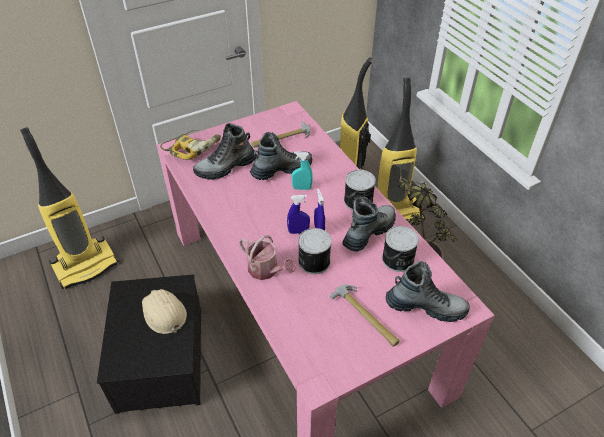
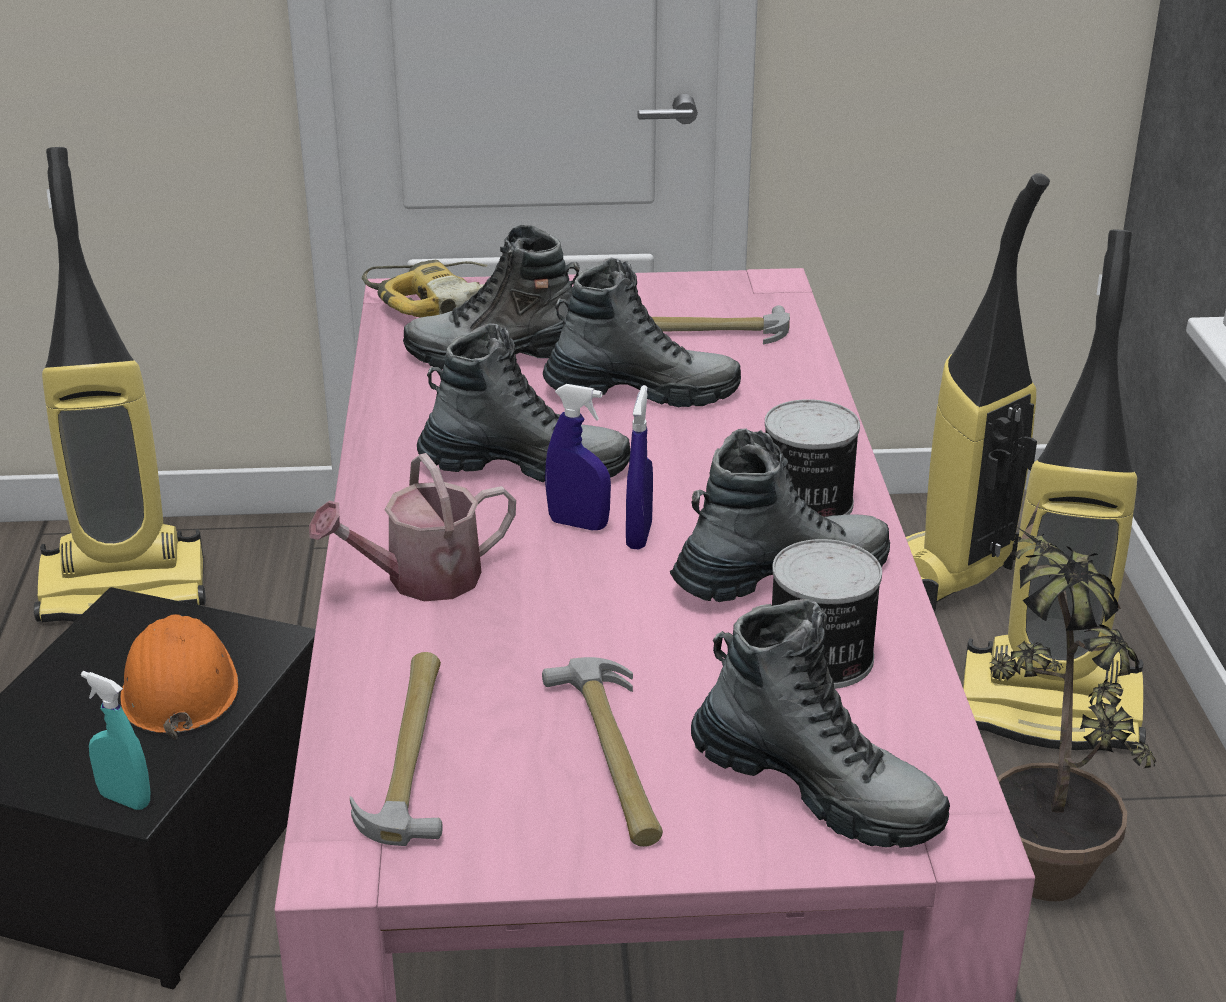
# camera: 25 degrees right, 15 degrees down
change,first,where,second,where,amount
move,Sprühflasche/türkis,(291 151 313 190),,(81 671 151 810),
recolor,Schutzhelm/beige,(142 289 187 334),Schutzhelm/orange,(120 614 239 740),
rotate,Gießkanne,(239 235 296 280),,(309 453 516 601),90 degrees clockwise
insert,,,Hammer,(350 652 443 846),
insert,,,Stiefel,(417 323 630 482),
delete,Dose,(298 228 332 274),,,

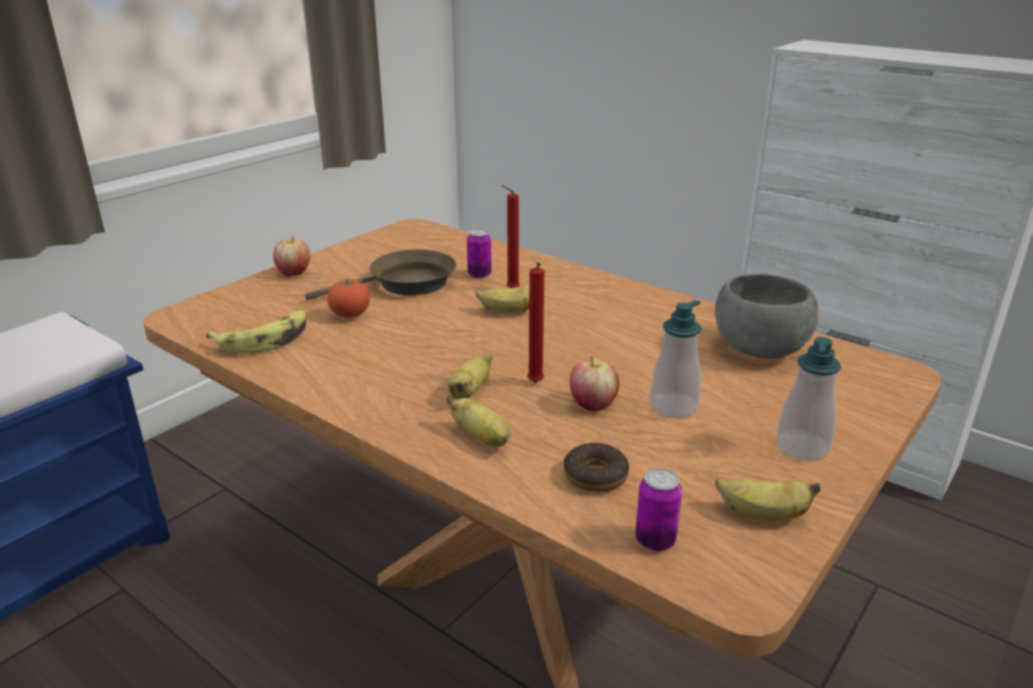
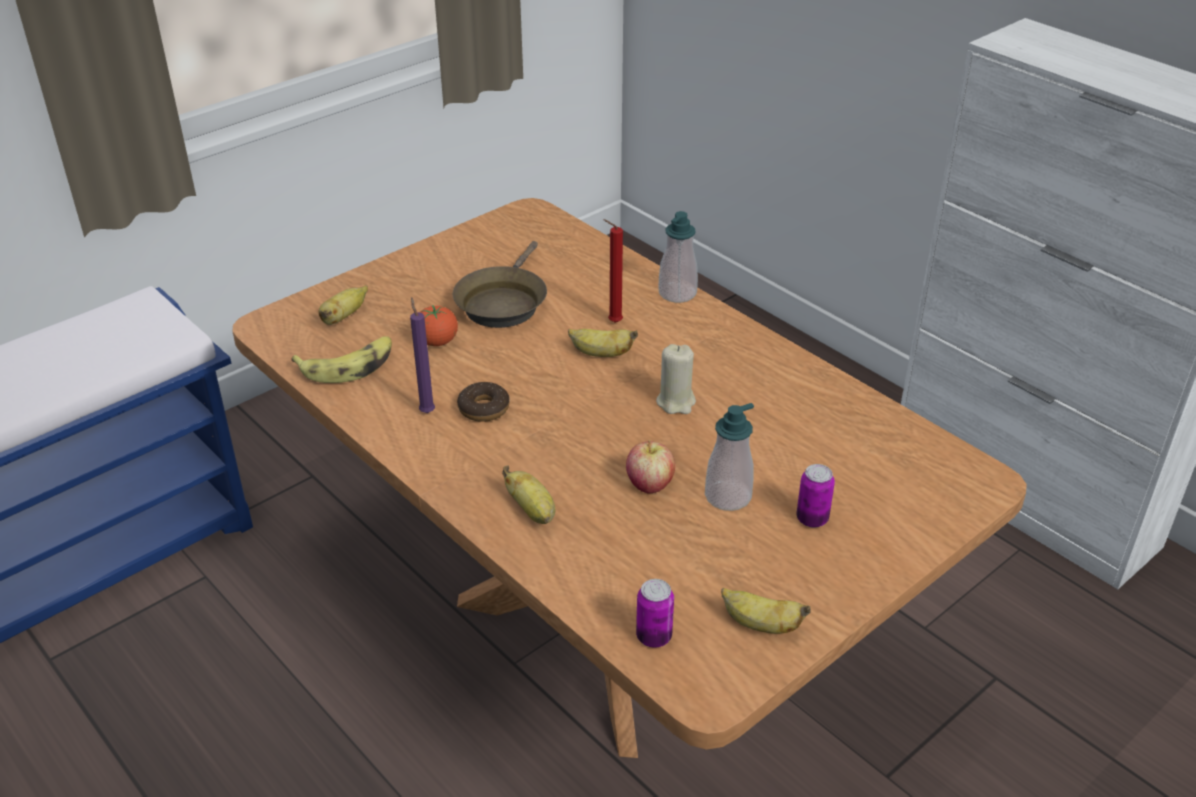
# camera: 10 degrees right, 10 degrees up
change,first,where,second,where,amount
move,Banane,(448 354 492 399),,(319 285 368 325),
insert,,,Kerze/lila,(410 297 435 413),
rotate,Pfanne/braun,(305 249 456 300),,(453 241 547 328),120 degrees clockwise
move,Donut,(563 443 629 492),,(457 382 510 422),
insert,,,Kerze/beige,(656 344 696 414),
move,Seifenspender,(776 337 841 461),,(658 211 698 303),
move,Dose,(467 229 491 278),,(796 464 835 528),
delete,Apfel,(273 236 310 276),,,
delete,Kerze/rot,(527 262 544 383),,,
delete,Schüssel/grau,(715 274 819 359),,,

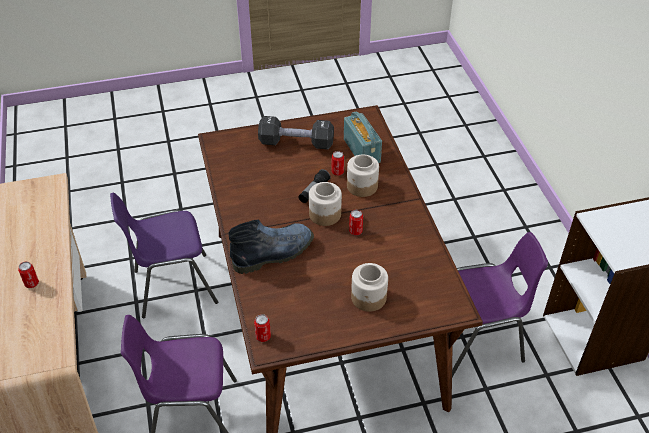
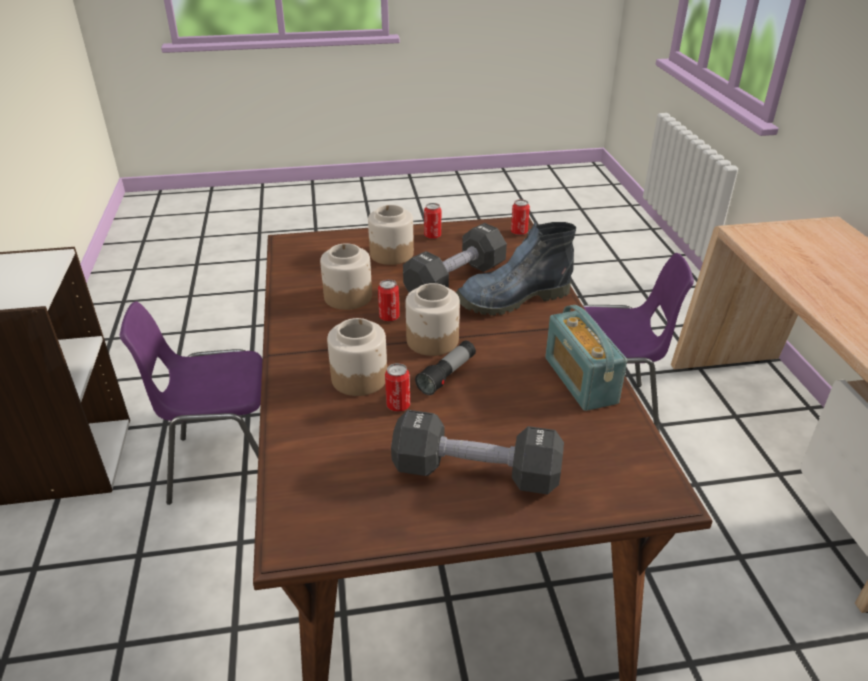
# camera: 175 degrees left, 10 degrees down
change,first,where,second,where,amount
insert,,,Vorratsglas,(320 243 372 310),
insert,,,Hantel/schwarz,(403 223 507 293),
move,Dose,(18 261 39 288),,(424 203 441 239),
move,Radio,(344 112 382 163),,(545 305 627 411),
delete,Stuhl/lila,(110 193 218 318),,,

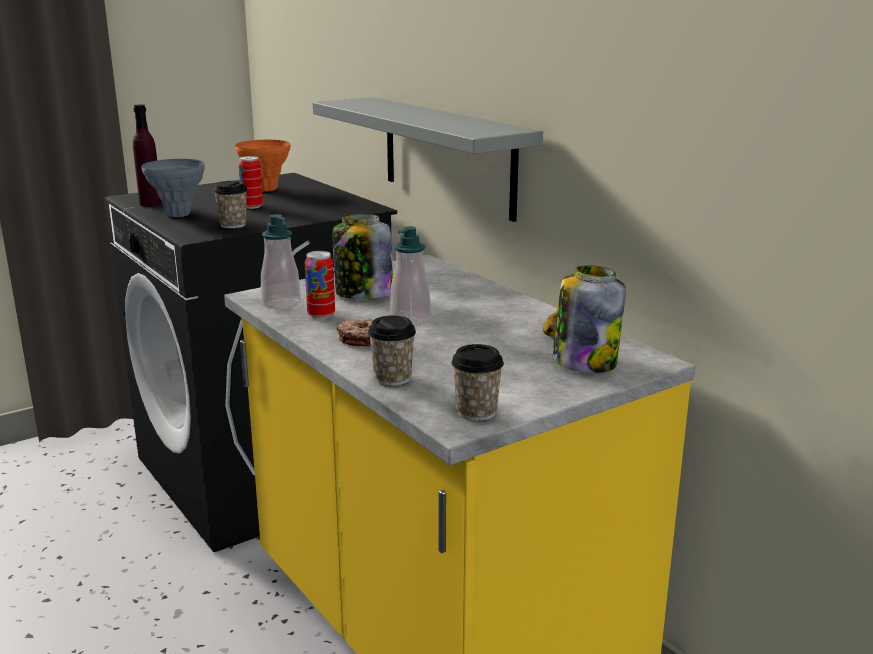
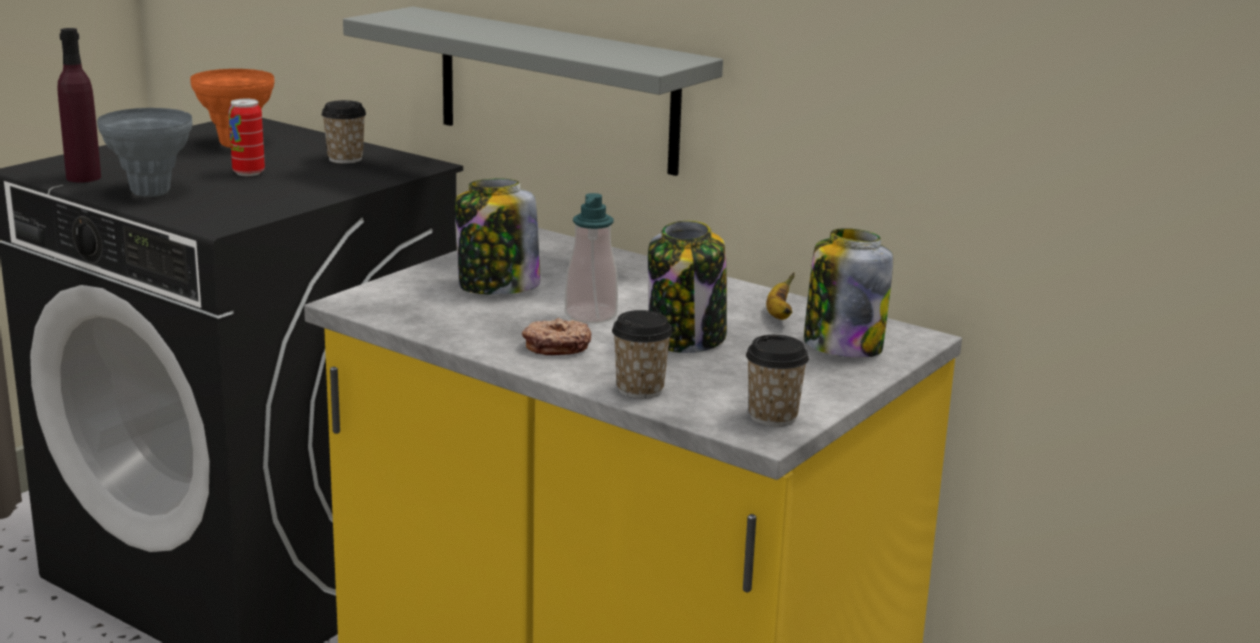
# camera: 20 degrees left, 0 degrees up
change,first,where,second,where,amount
move,Tasse,(213 181 248 229),,(321 100 366 164),
insert,,,Vorratsglas,(648 220 727 353),
delete,Seifenspender,(261 214 301 309),,,
delete,Dose,(305 251 335 319),,,

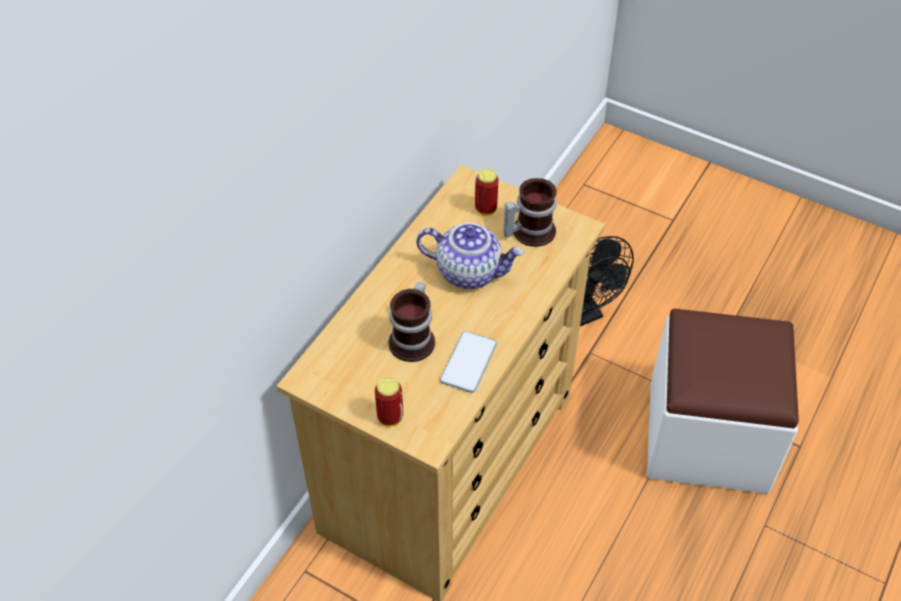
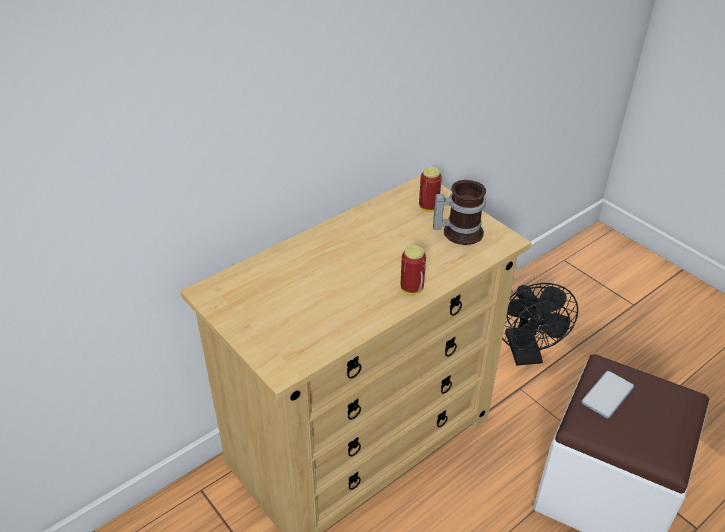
# camera: 20 degrees right, 10 degrees down
change,first,where,second,where,amount
move,Dose,(375 377 403 427),,(401 245 426 295),
move,Handy,(440 331 497 393),,(581 371 634 418),
delete,Henkelbecher,(389 282 435 362),,,
delete,Teekanne,(416 222 524 289),,,

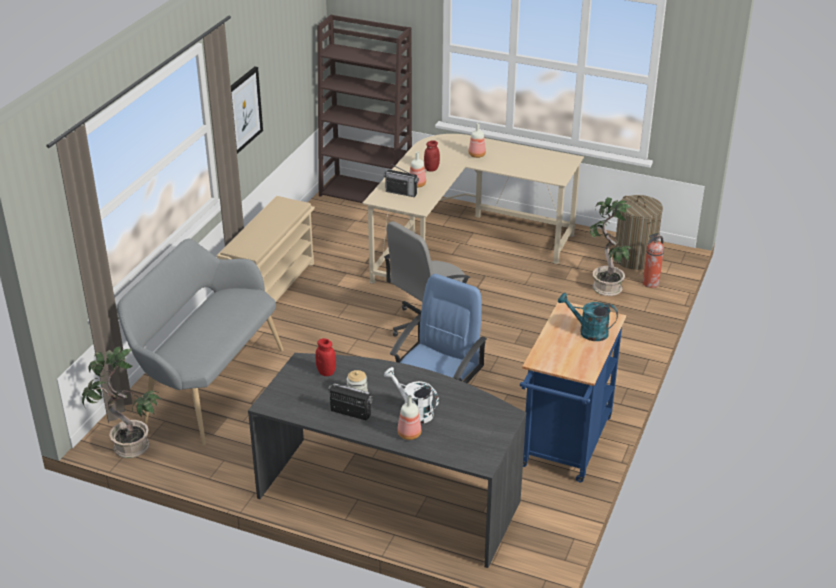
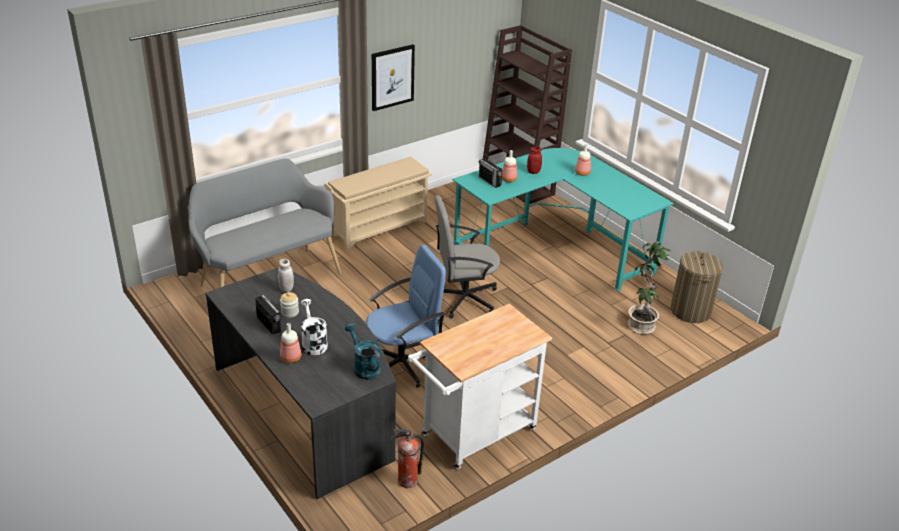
# camera: 30 degrees right, 0 degrees up
change,first,where,second,where,amount
recolor,Vorratsglas/rot,(315 338 336 376),Vorratsglas/weiß,(278 259 294 292),
move,Gießkanne/türkis,(558 293 618 341),,(345 323 381 380),
move,Feuerlöscher,(643 233 664 288),,(390 429 424 488),
recolor,Rollwagen/blau,(520 302 626 483),Rollwagen/weiß,(408 304 552 469),
recolor,Schreibtisch/beige,(362 134 584 284),Schreibtisch/türkis,(452 148 674 291),
delete,Topfpflanze,(82 346 163 458),,,

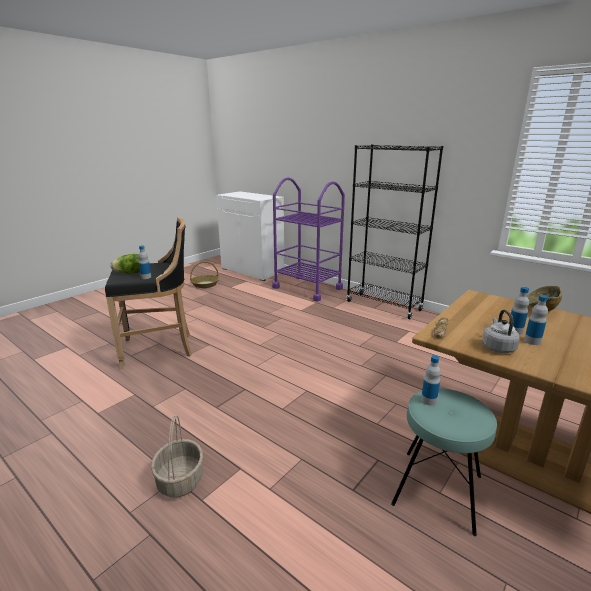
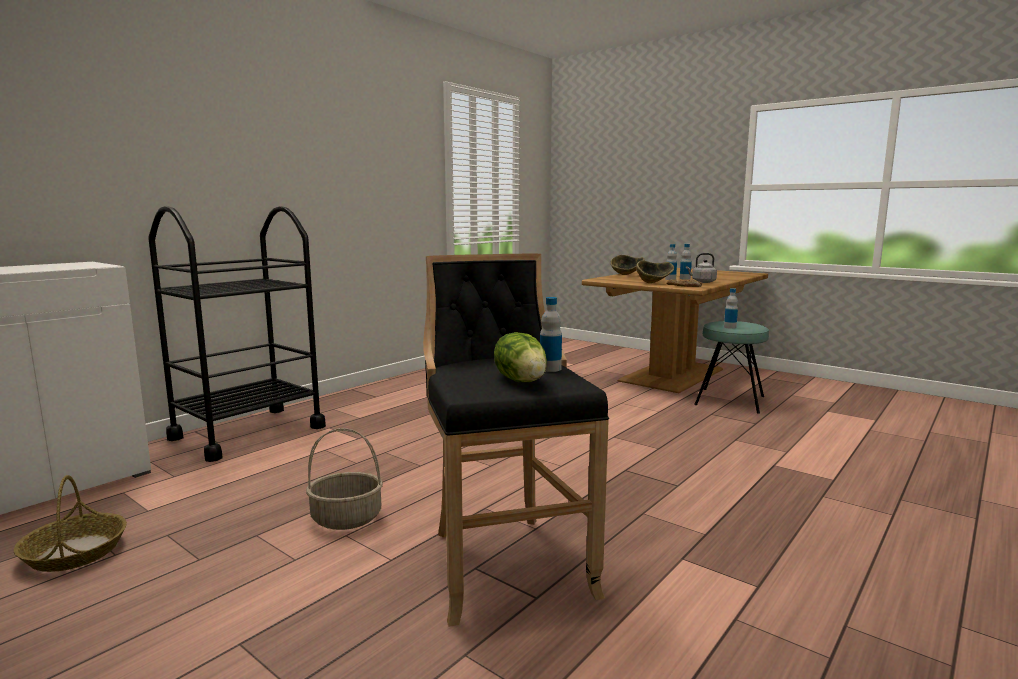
# camera: 90 degrees left, 10 degrees down
change,first,where,second,where,amount
recolor,Rollwagen/lila,(272 177 345 302),Rollwagen/schwarz,(148 206 326 462),
move,Korb,(151 416 203 498),,(306 428 383 530),
insert,,,Schüssel,(636 260 674 283),
delete,Bücherregal/schwarz,(347 144 443 319),,,

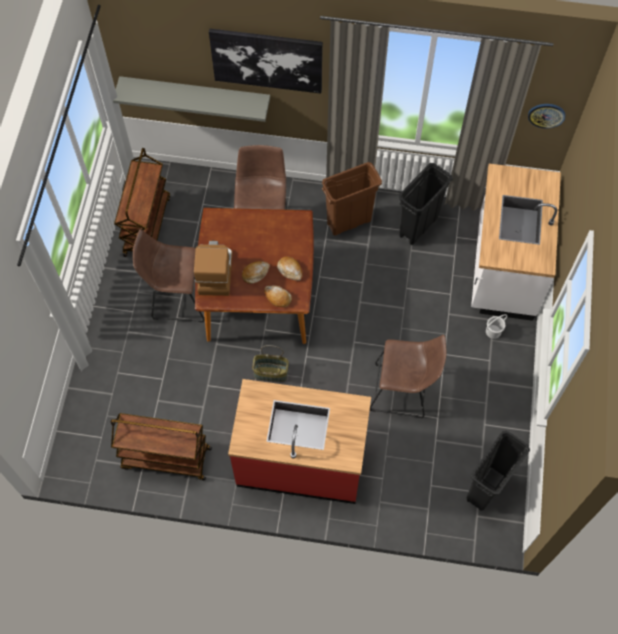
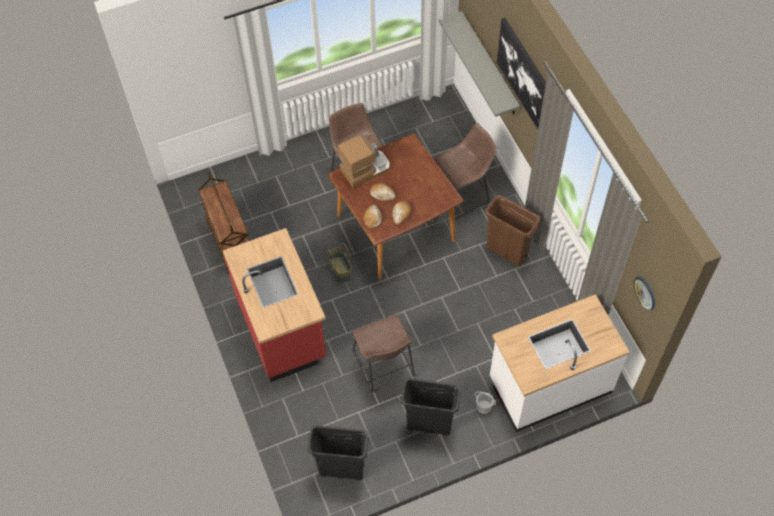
# camera: 60 degrees right, 5 degrees down
change,first,where,second,where,amount
move,Mülleimer/schwarz,(399 163 453 245),,(400 378 461 436),
delete,Rollwagen/braun,(114 148 170 257),,,

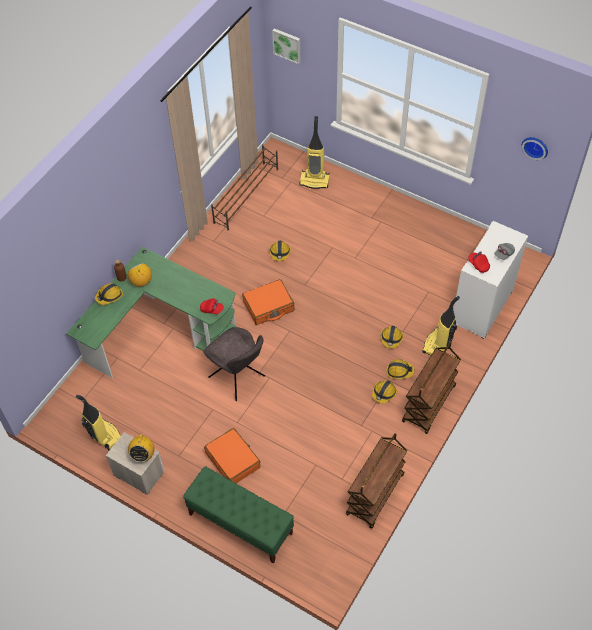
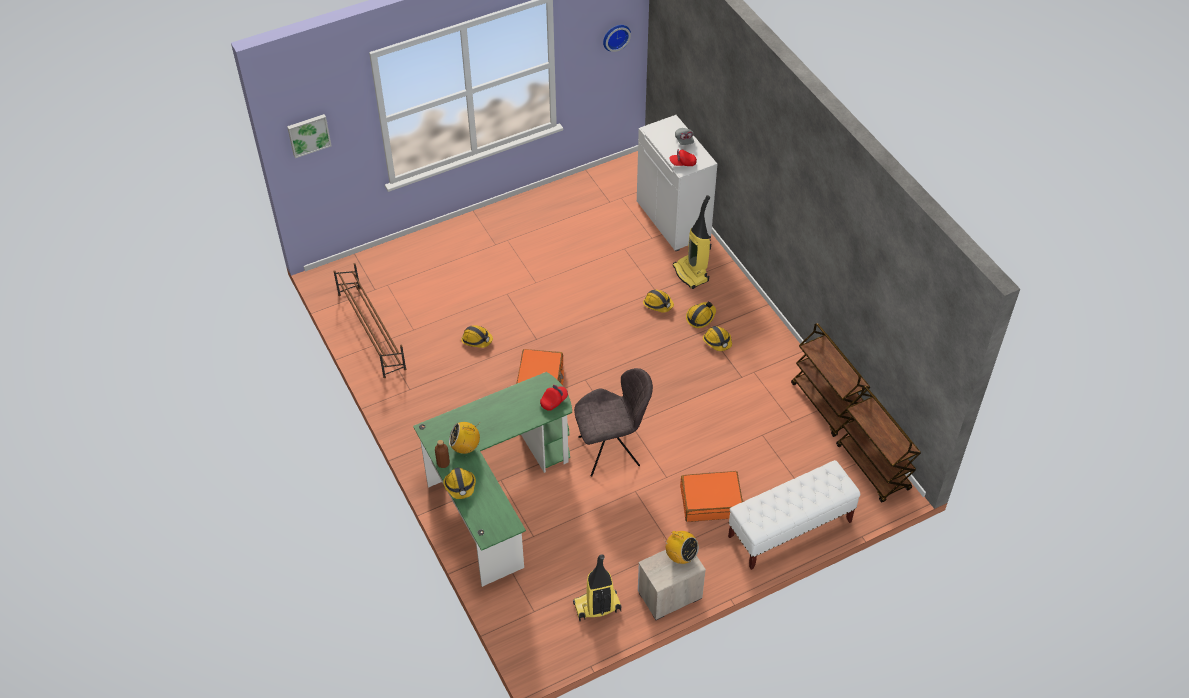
# camera: 60 degrees left, 5 degrees down
change,first,where,second,where,amount
recolor,Bank/grün,(183 466 294 564),Bank/weiß,(728 460 860 570),
move,Rollwagen/braun,(402 342 461 434),,(836 386 921 503),
delete,Staubsauger,(299 116 330 189),,,

